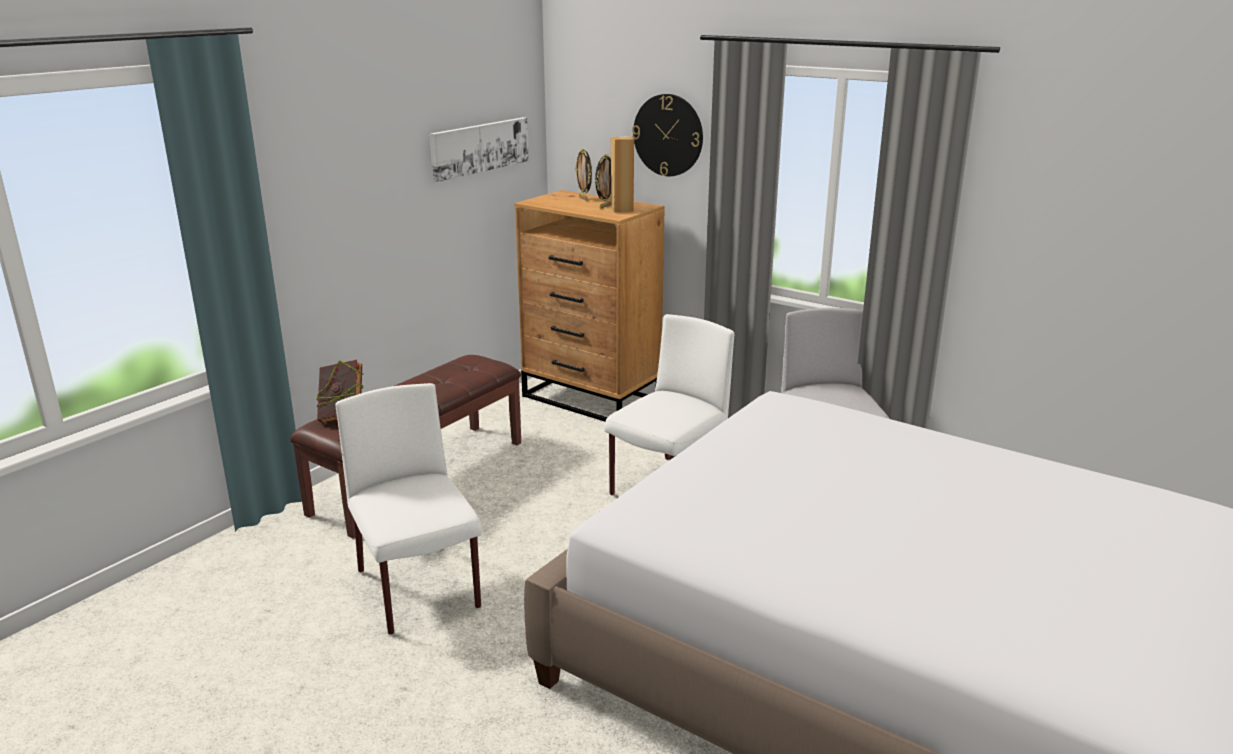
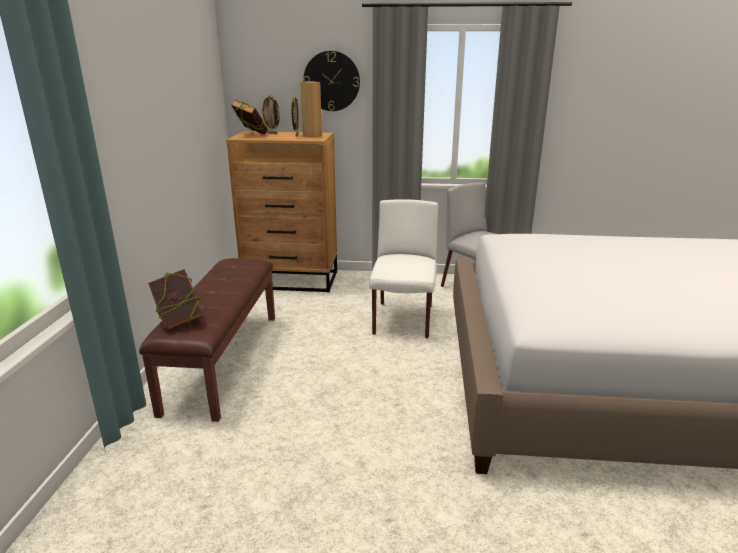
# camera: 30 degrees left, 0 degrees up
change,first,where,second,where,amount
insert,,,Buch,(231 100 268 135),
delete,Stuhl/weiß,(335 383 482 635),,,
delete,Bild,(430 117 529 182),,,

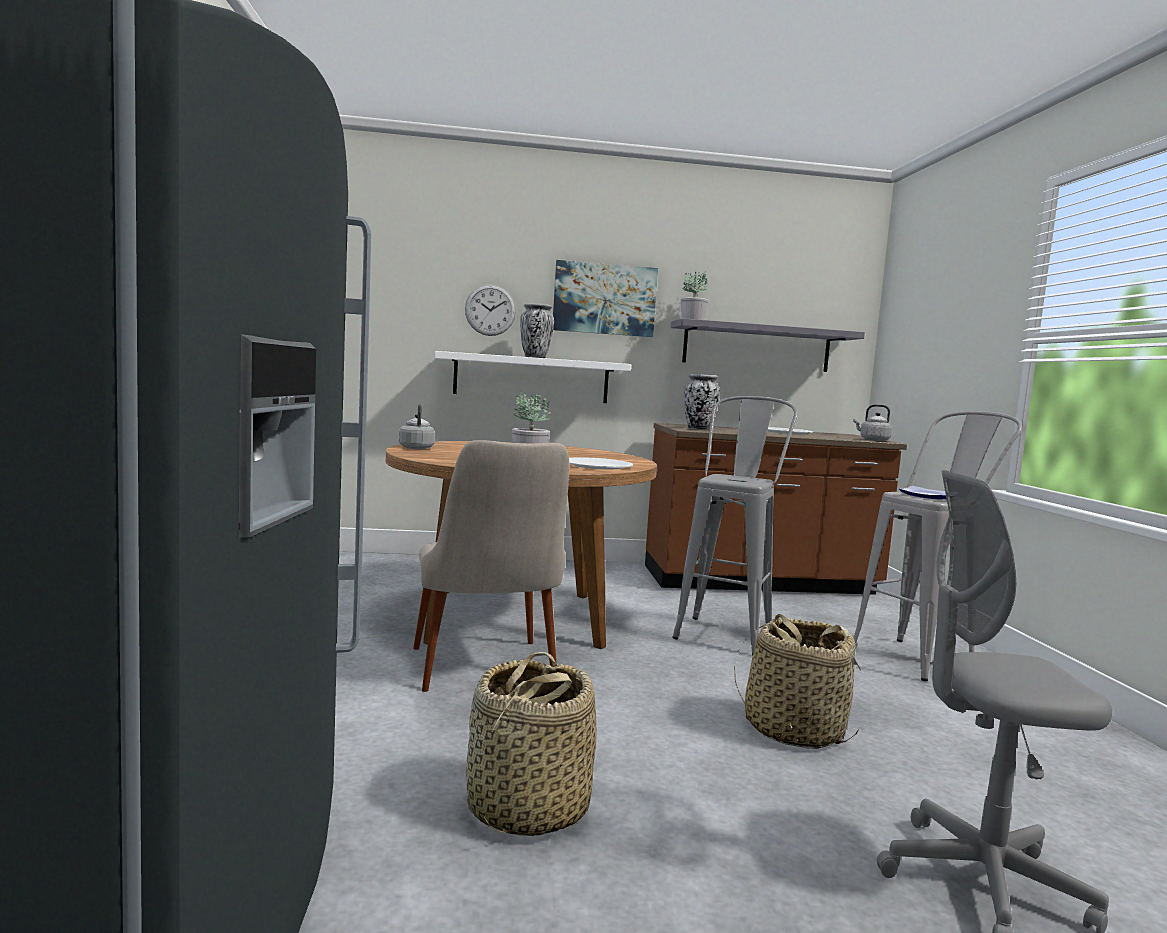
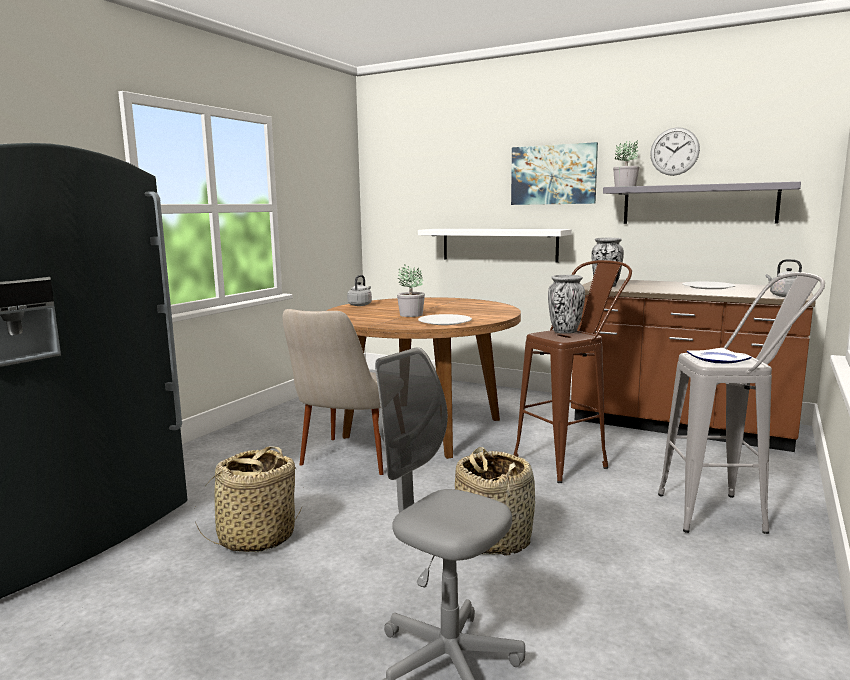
# camera: 35 degrees right, 5 degrees up
change,first,where,second,where,amount
recolor,Hocker/grau,(672 396 798 655),Hocker/braun,(514 260 632 483),
move,Vase,(520 303 554 358),,(548 275 585 334),
move,Wanduhr,(465 284 516 336),,(650 127 700 176),

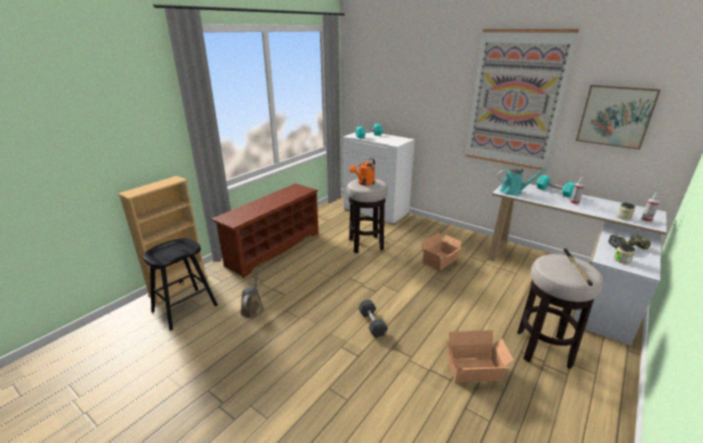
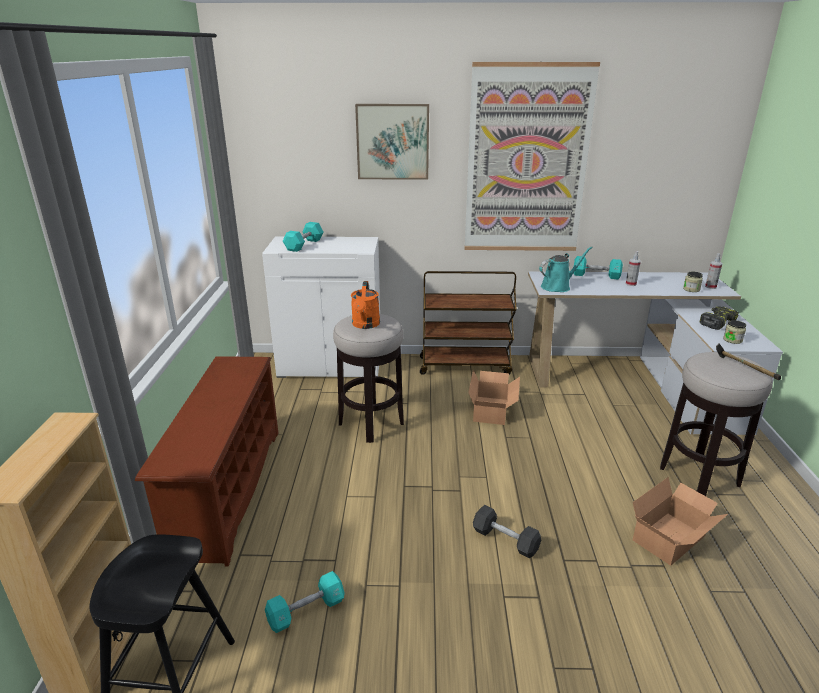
# camera: 35 degrees left, 0 degrees up
change,first,where,second,where,amount
replace,Gießkanne/braun,(240 267 264 318),Hantel/türkis,(265 571 345 633),
move,Bild,(576 85 661 150),,(355 104 429 180),
insert,,,Rollwagen/braun,(420 271 517 375),

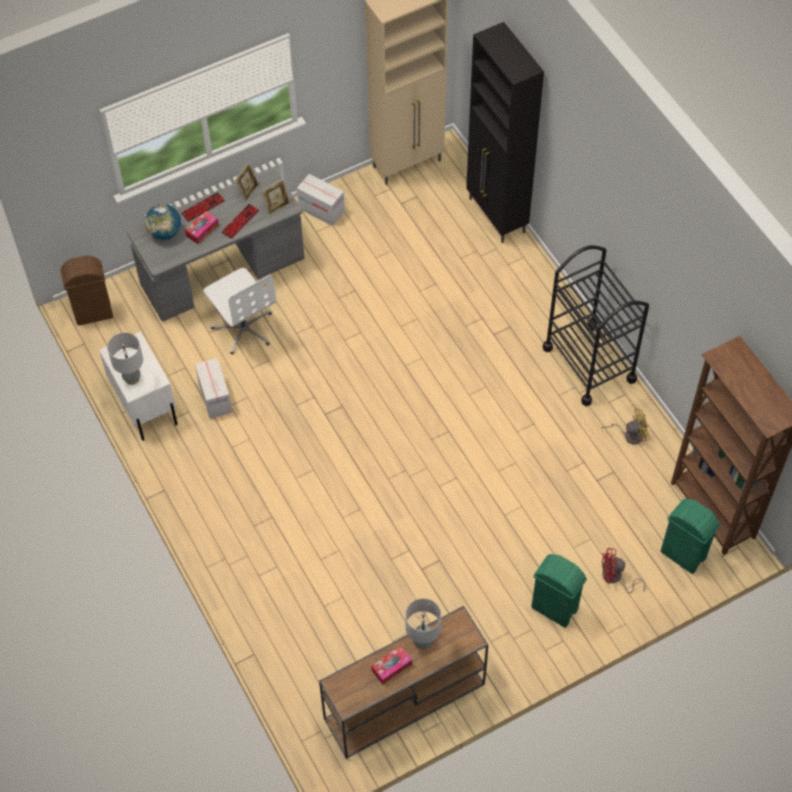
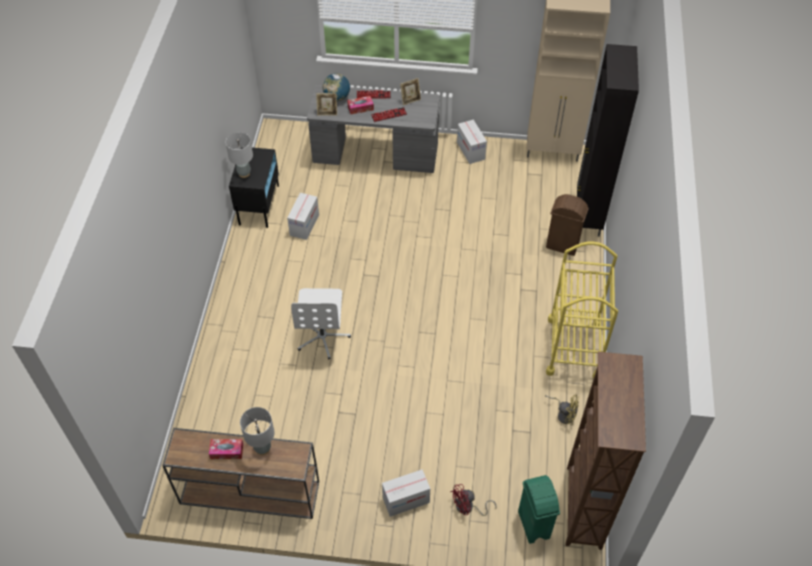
# camera: 35 degrees right, 5 degrees down
change,first,where,second,where,amount
recolor,Nachttisch/weiß,(99 331 178 441),Nachttisch/schwarz,(229 148 279 228),
move,Bürostuhl/weiß,(204 268 276 354),,(291 288 351 359),
move,Bilderrahmen,(262 179 290 216),,(316 93 337 116),
replace,Mülleimer/grün,(531 554 587 628),Karton,(382 469 430 517),
rotate,Ventilator/rot,(602 548 646 593),,(451 484 496 516),60 degrees counterclockwise
move,Mülleimer/braun,(60 256 113 326),,(546 194 589 256),
recolor,Rollwagen/schwarz,(543 245 649 406),Rollwagen/gelb,(546 242 618 379),

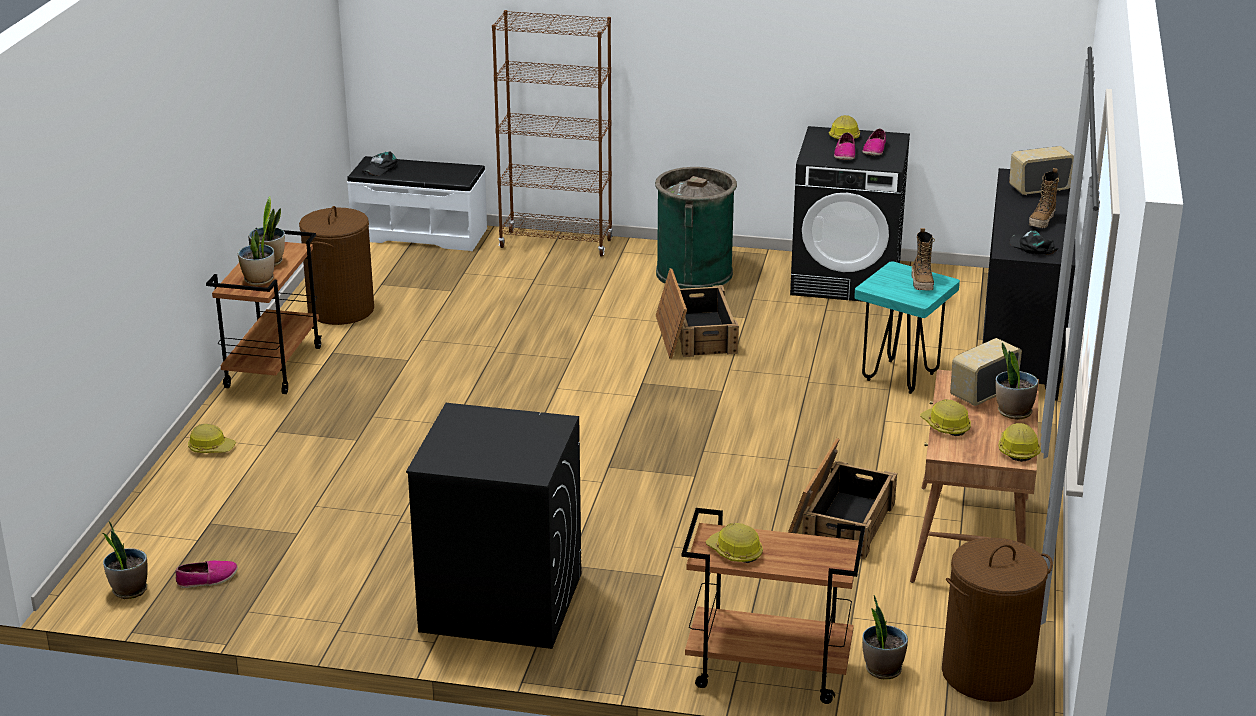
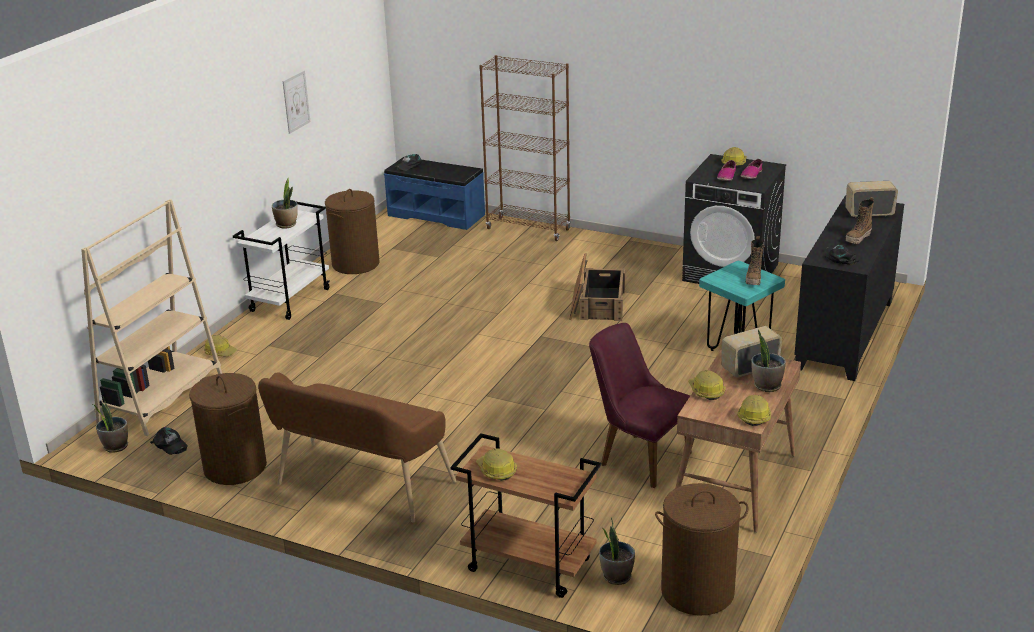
# camera: 15 degrees right, 0 degrees up
change,first,where,second,where,amount
insert,,,Bücherregal/beige,(81 200 222 436),
replace,Schuh,(176 560 238 588),Kappe/schwarz,(150 427 188 455),
insert,,,Wäschekorb/braun,(189 373 267 485),
recolor,Rollwagen/braun,(206 228 321 394),Rollwagen/weiß,(233 202 329 320),
replace,Waschmaschine/schwarz,(406 403 581 649),Bank/braun,(258 372 456 523),
insert,,,Bild,(283 70 310 134),
recolor,Bank/weiß,(347 156 487 251),Bank/blau,(384 157 485 230),
replace,Kiste,(788 438 897 560),Stuhl/lila,(589 323 691 488),
delete,Topfpflanze,(238 219 275 286),,,
delete,Mülleimer/grün,(655 167 737 289),,,

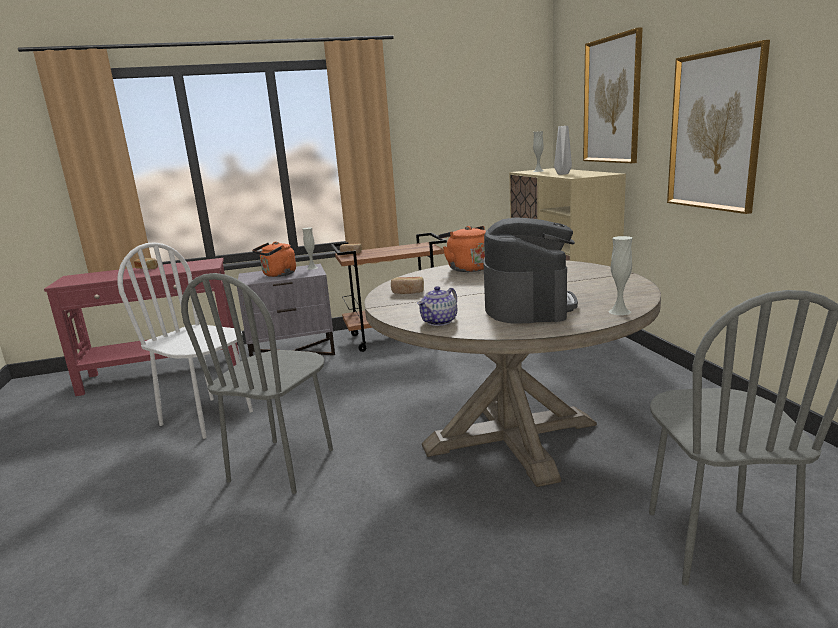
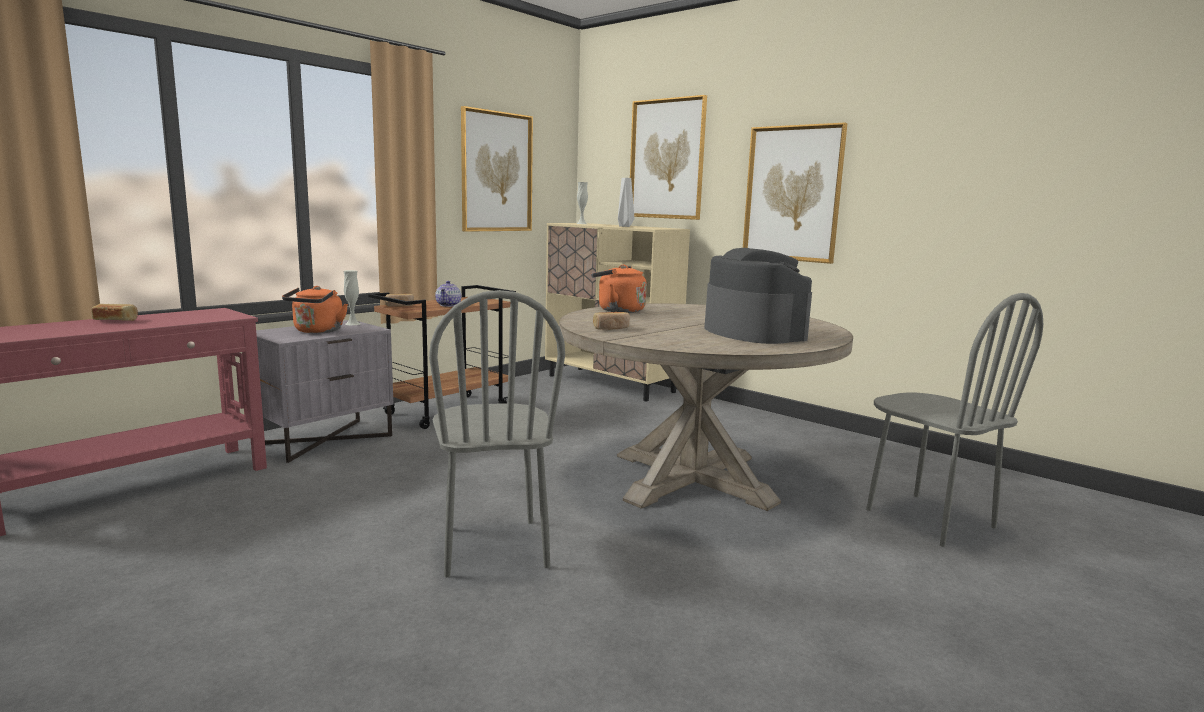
# camera: 35 degrees left, 5 degrees down
change,first,where,second,where,amount
move,Teekanne,(417 286 457 326),,(435 281 461 307),
insert,,,Bild,(461 106 533 232),
delete,Stuhl/weiß,(117 242 253 439),,,
delete,Vase/weiß,(608 236 633 315),,,

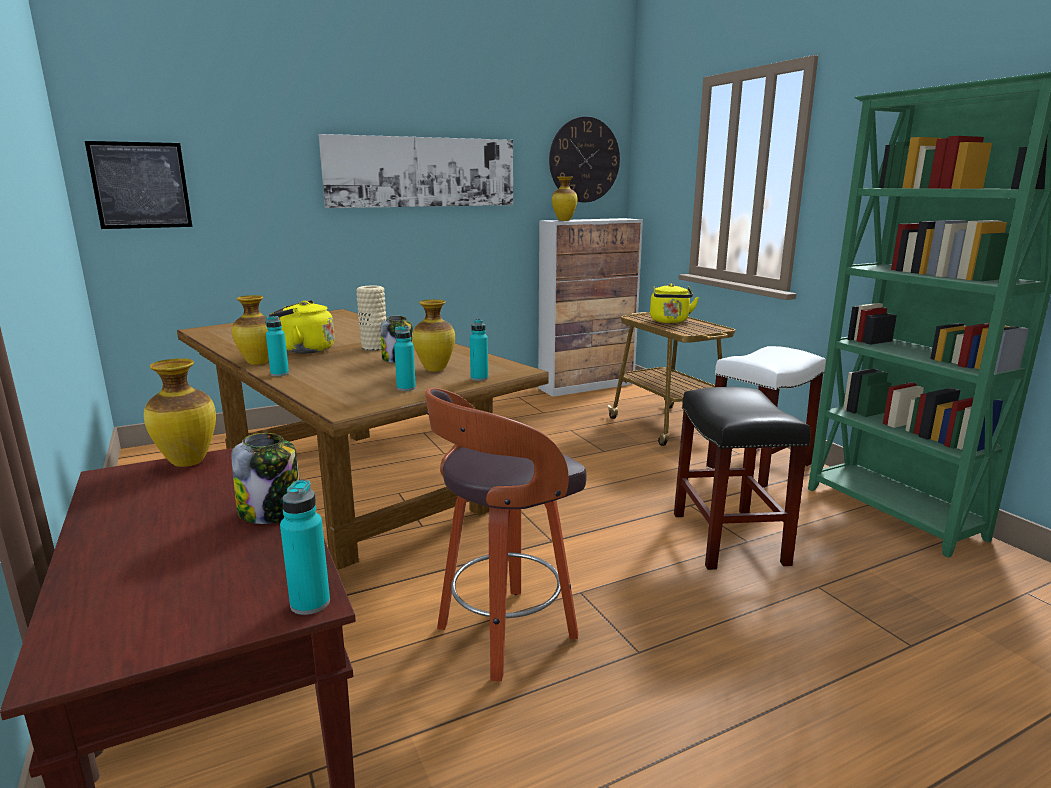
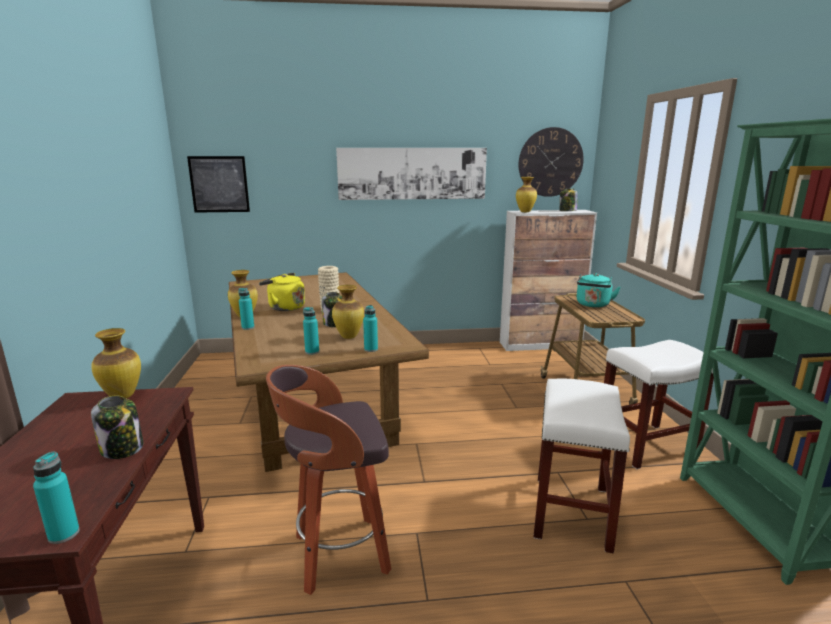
# camera: 20 degrees right, 0 degrees up
change,first,where,second,where,amount
recolor,Hocker/schwarz,(674 387 811 570),Hocker/weiß,(533 379 630 553),
insert,,,Vorratsglas,(560 189 577 211),
recolor,Wasserkessel/gelb,(650 283 699 323),Wasserkessel/türkis,(577 273 621 307),

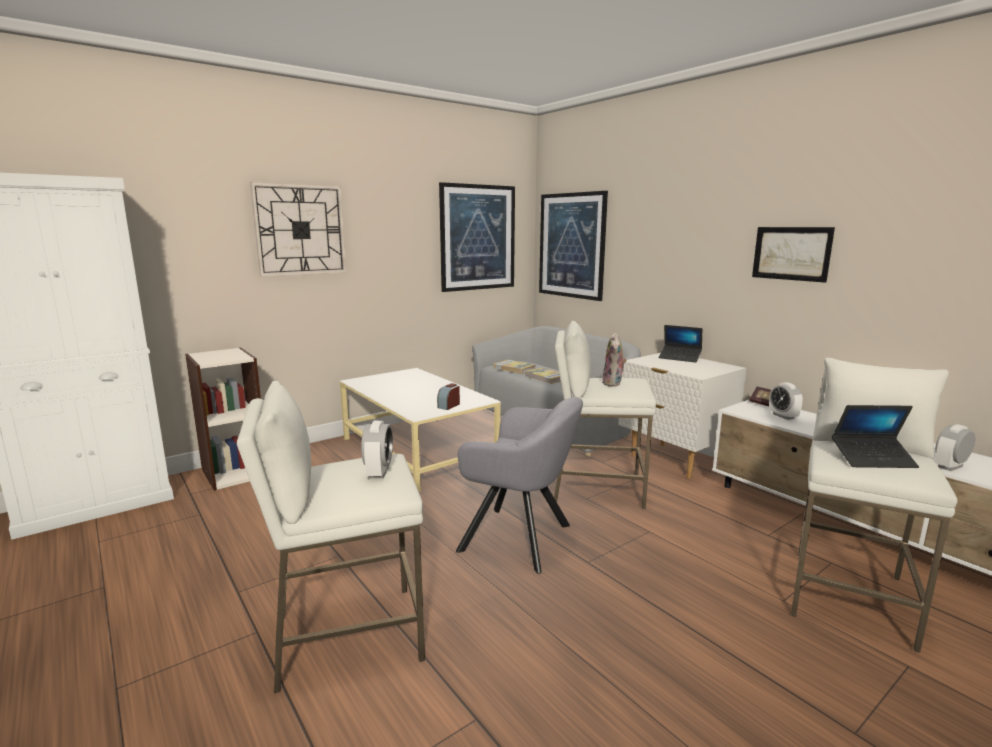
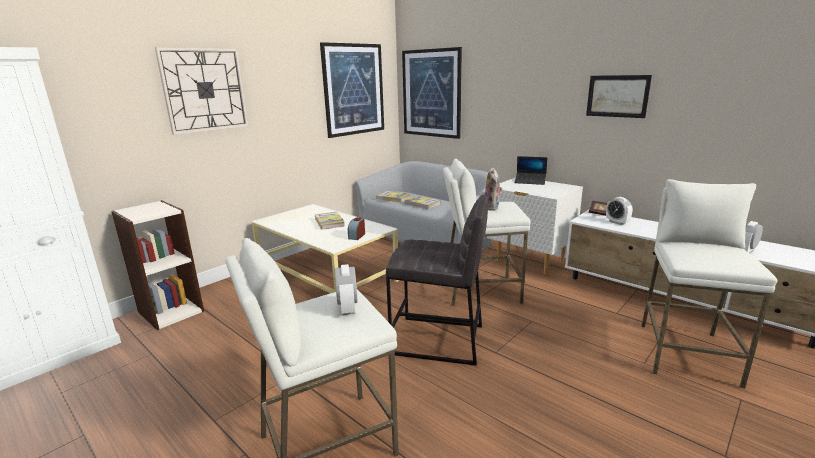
# camera: 10 degrees left, 5 degrees up
change,first,where,second,where,amount
insert,,,Buch,(315 212 345 230),
replace,Sessel/grau,(456 397 583 574),Hocker/grau,(386 195 488 366),
delete,Laptop,(832 405 919 468),,,

